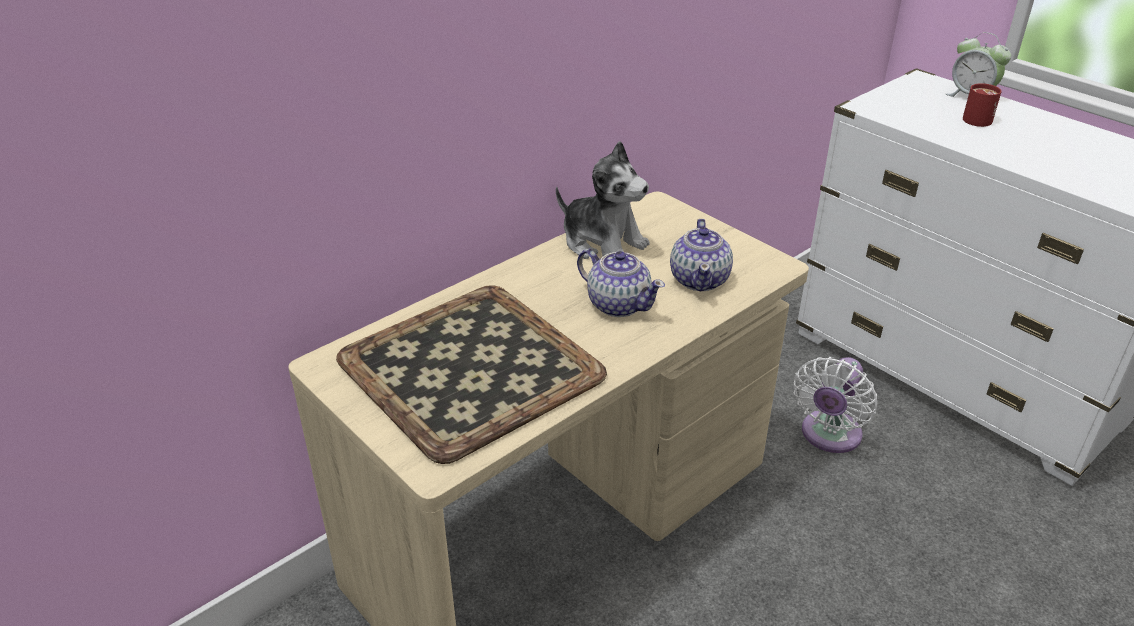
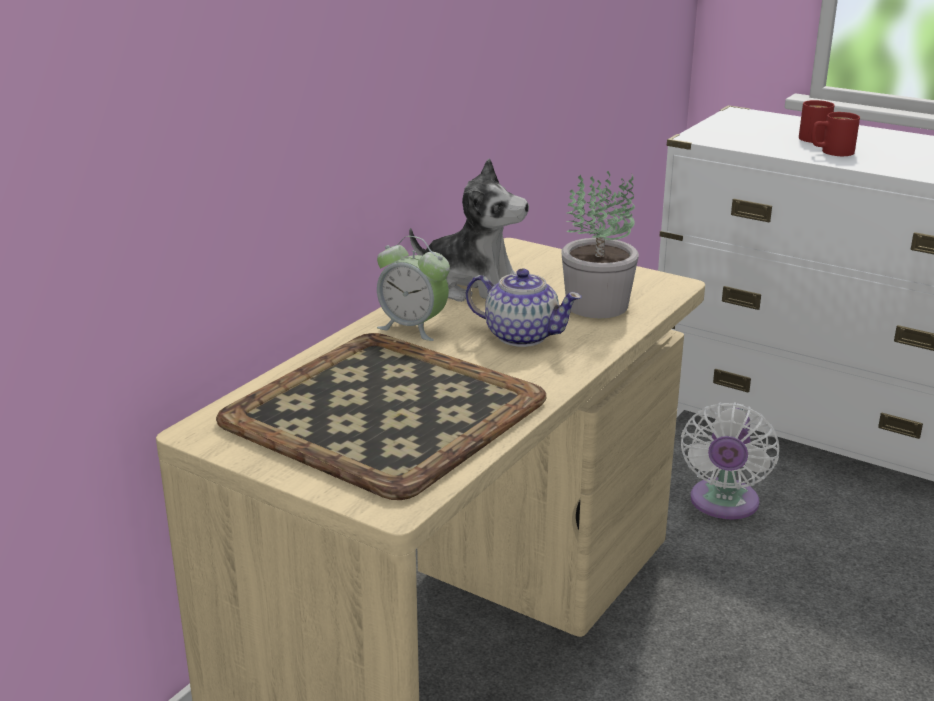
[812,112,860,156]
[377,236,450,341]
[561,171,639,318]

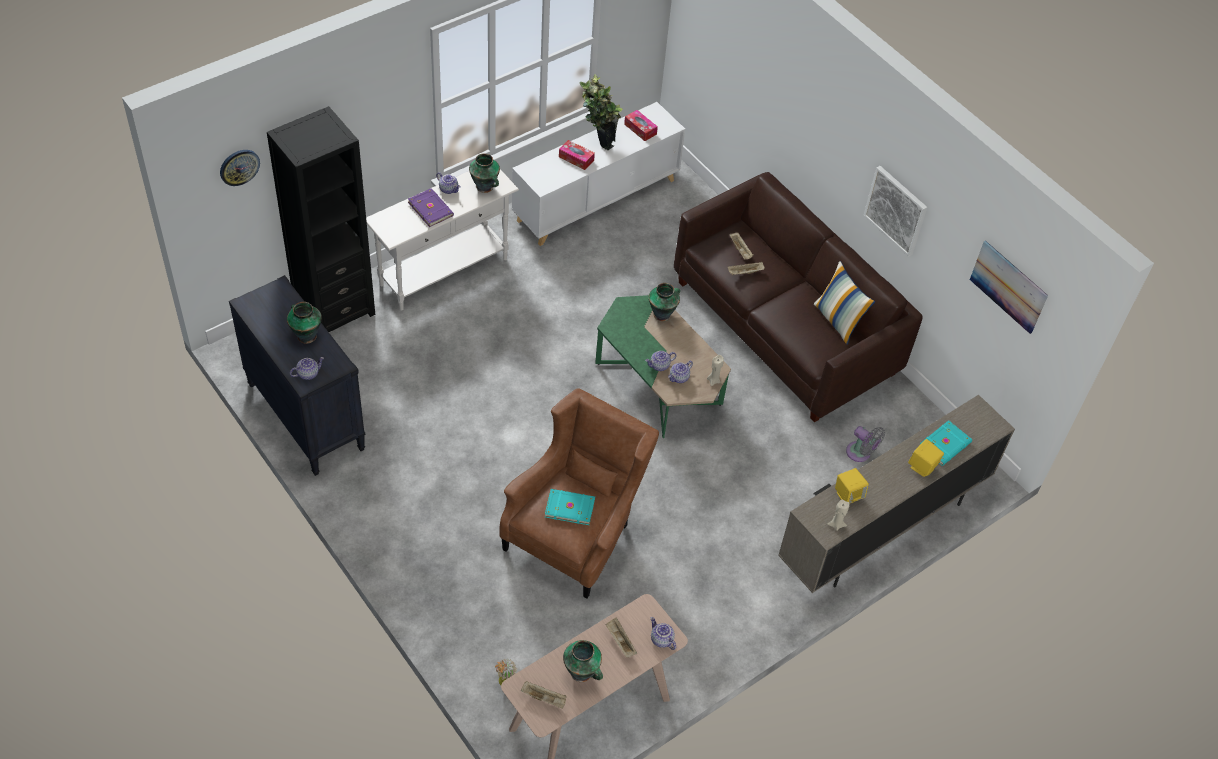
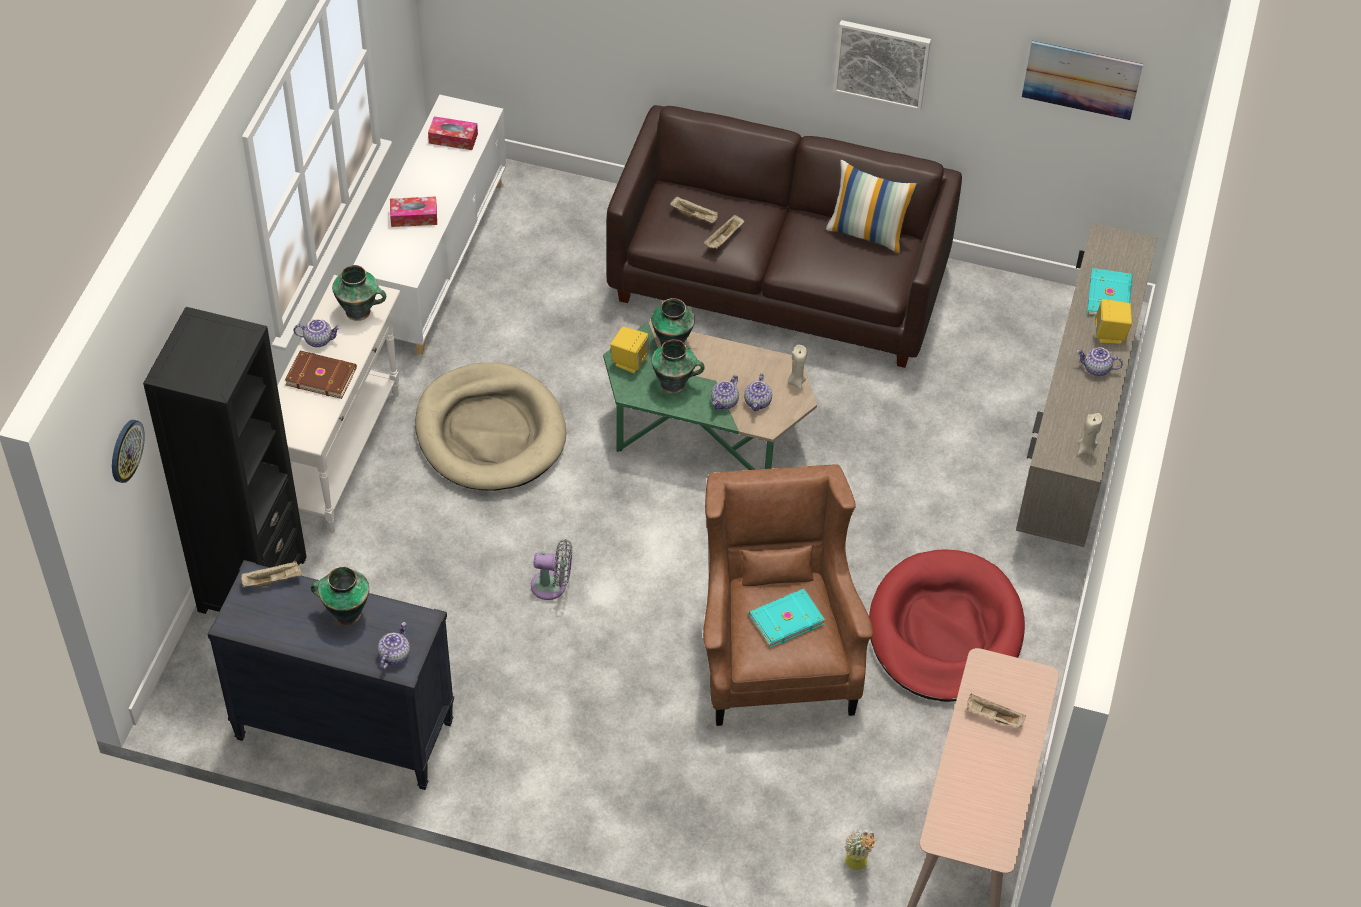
[579,74,623,150] (first image)
[415,363,566,491]
[869,549,1025,702]
[241,561,302,587]
[652,339,705,393]
[1077,347,1123,376]
[610,326,650,373]
[531,539,572,600]
[285,351,357,399]

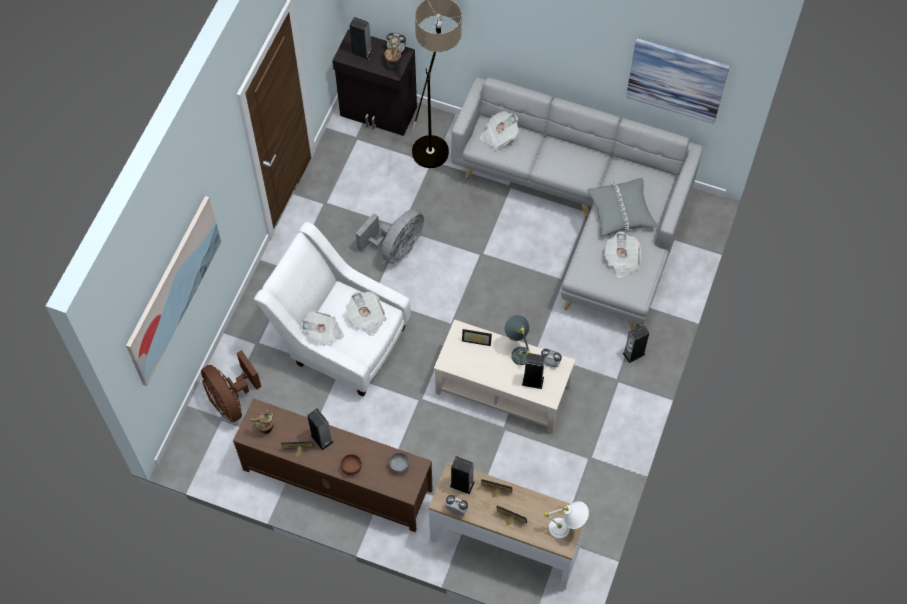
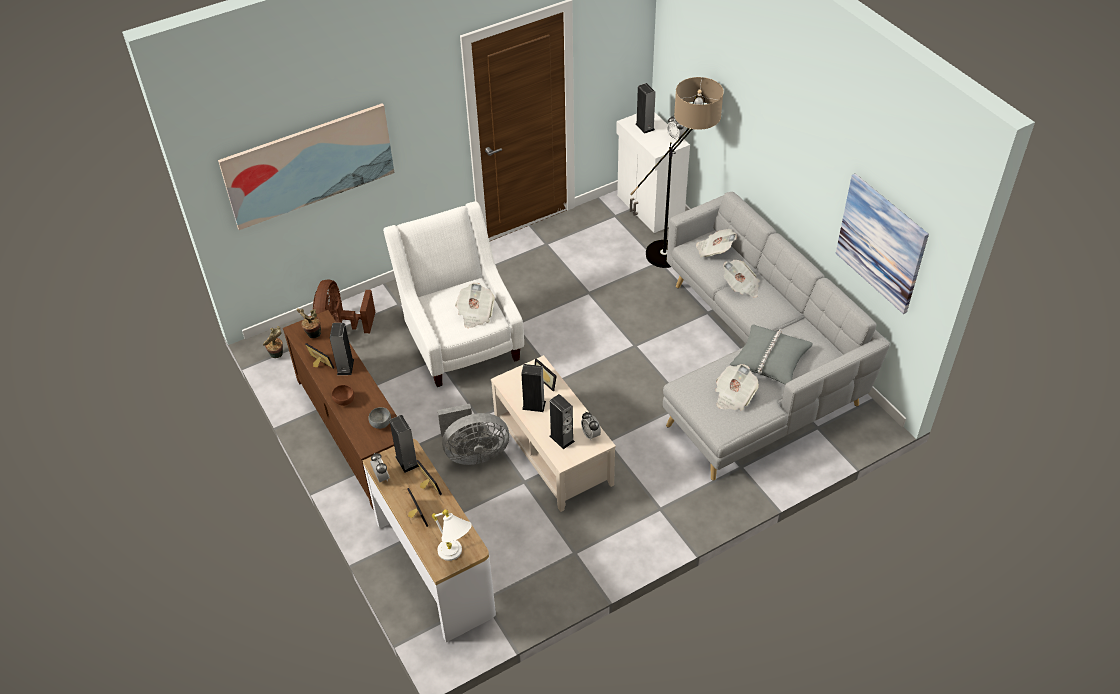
[504,315,531,365] (first image)
[723,260,760,298]
[437,404,509,465]
[263,326,283,358]
[521,364,546,412]
[616,113,690,233]

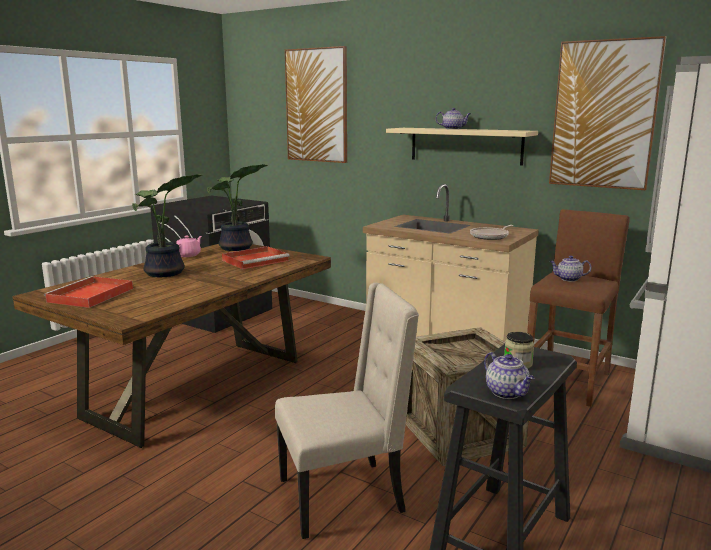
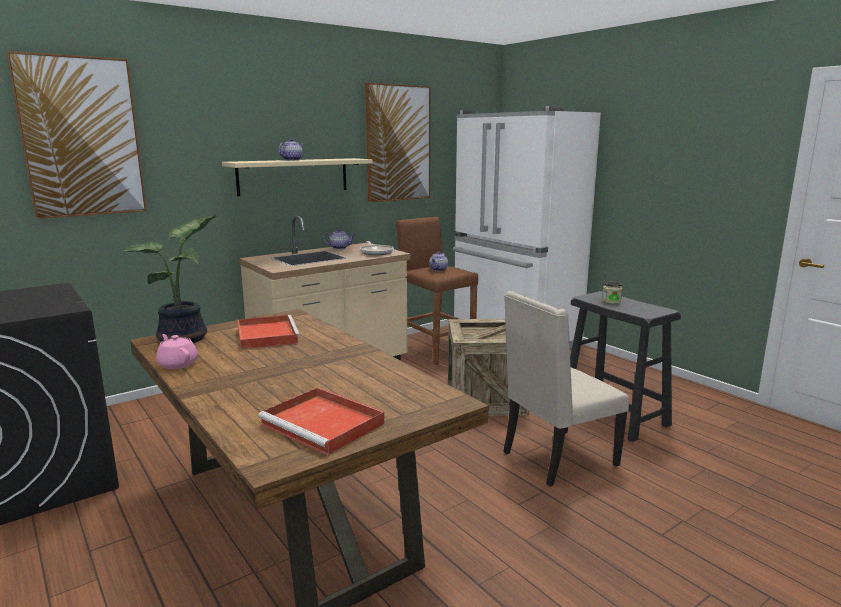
[132,174,202,277] (first image)
[323,229,355,249]
[504,291,629,487]

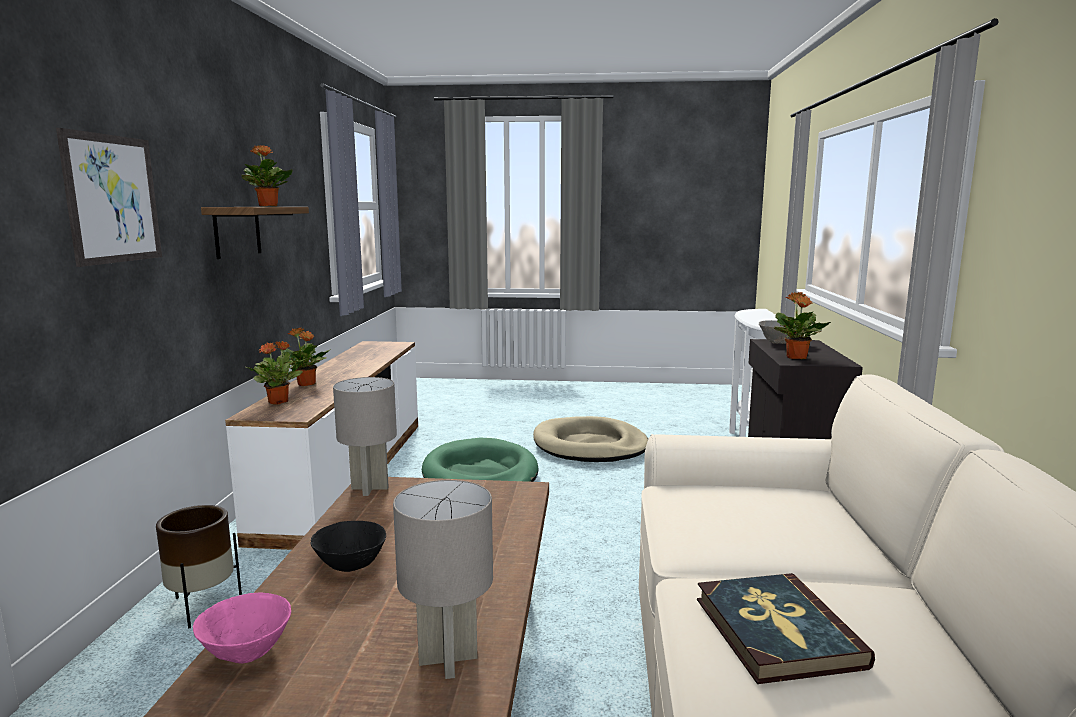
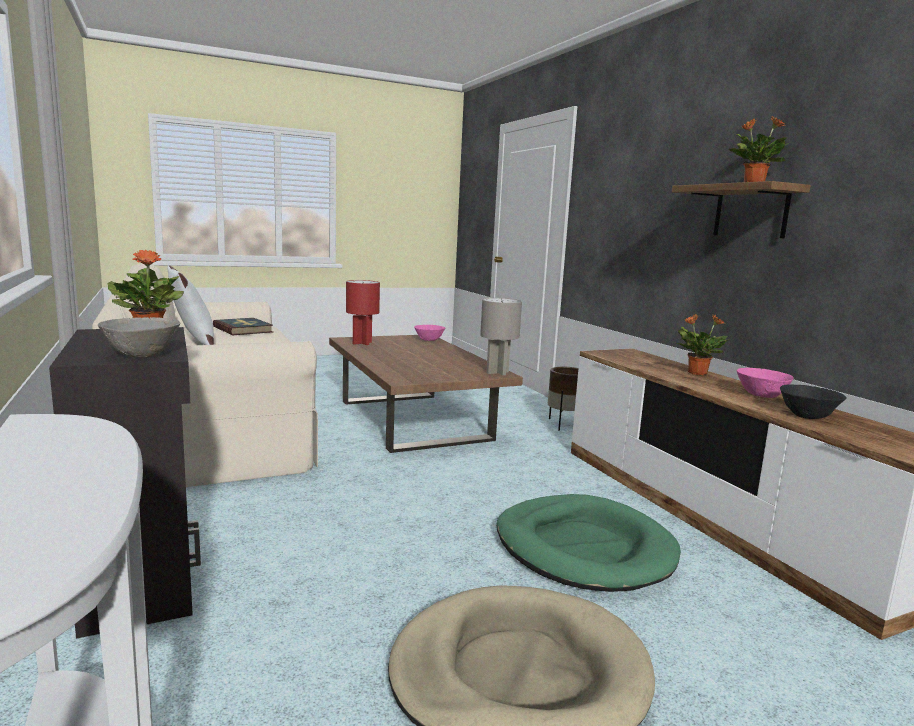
[56,128,162,267] (first image)
[246,341,306,405] (first image)
[167,266,214,345]
[736,368,794,398]
[780,384,847,419]
[346,280,380,345]

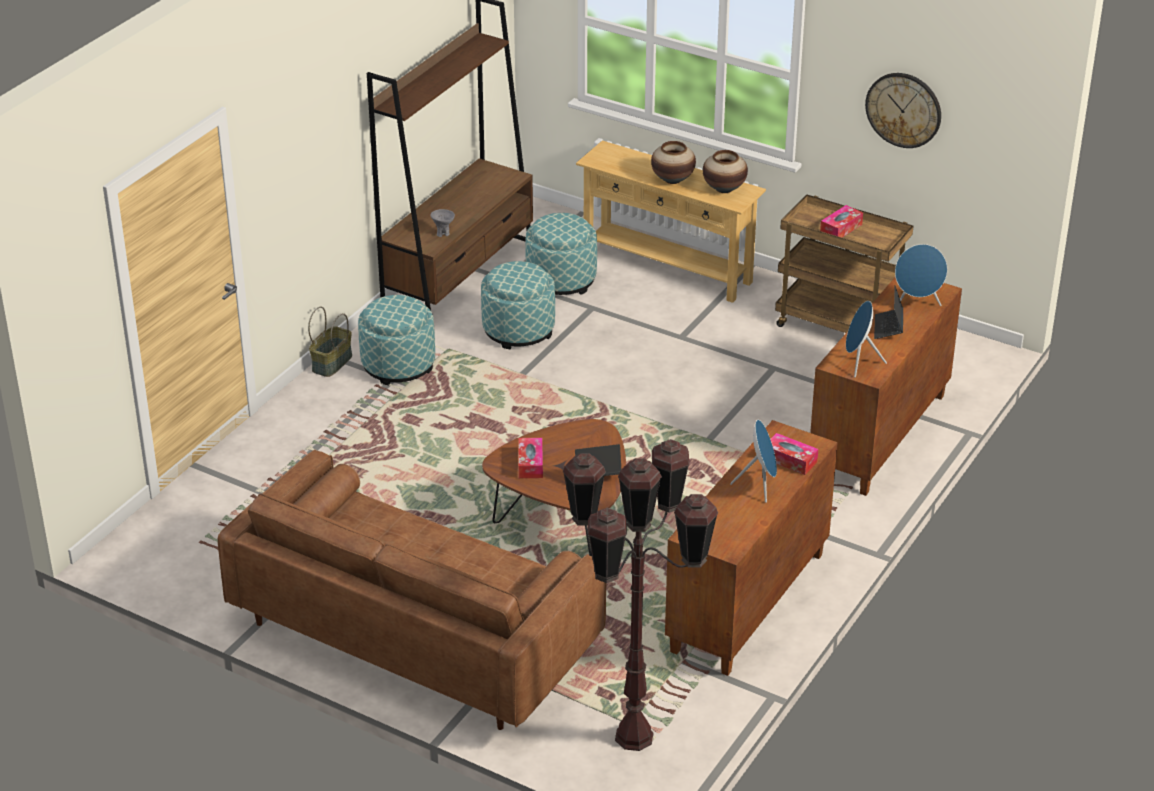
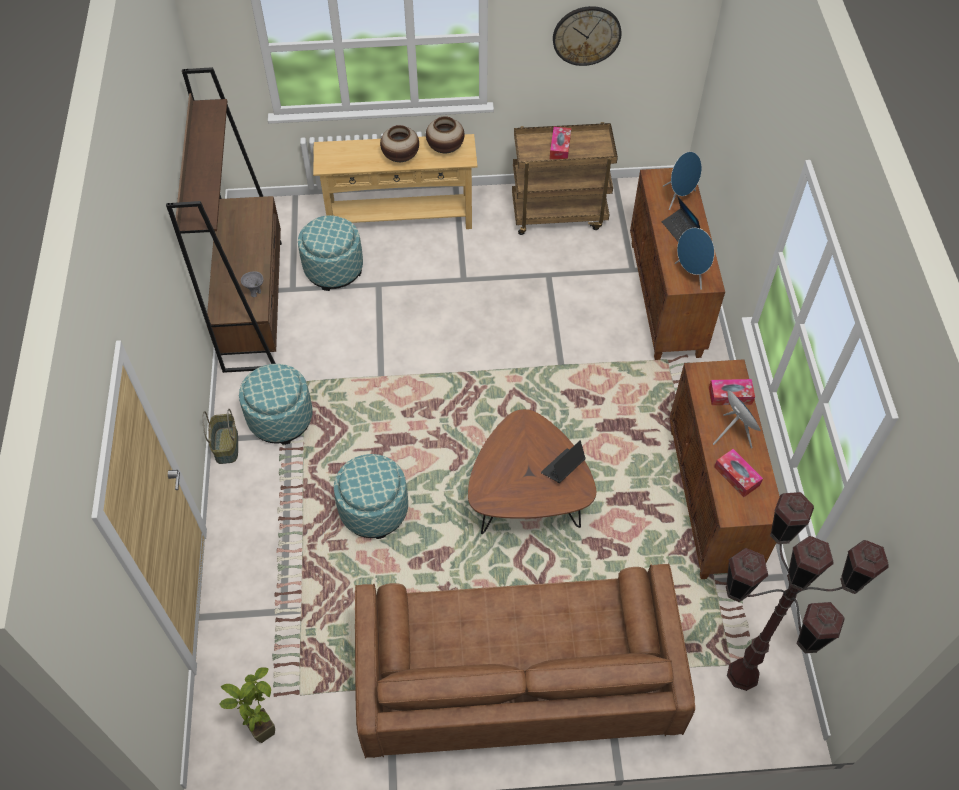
[219,668,275,743]
[334,454,408,539]
[714,449,763,497]

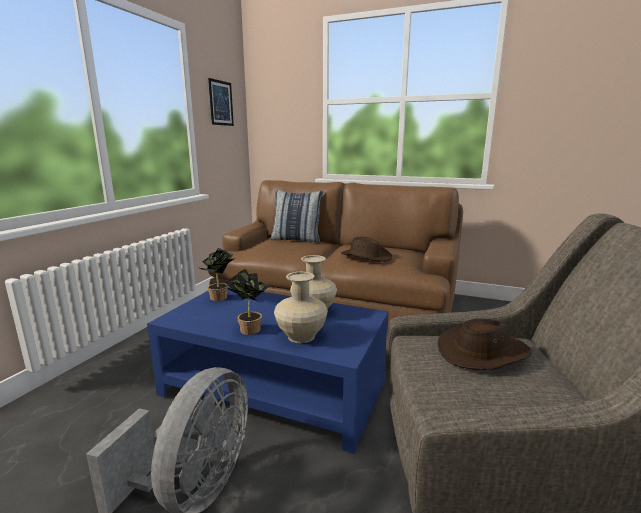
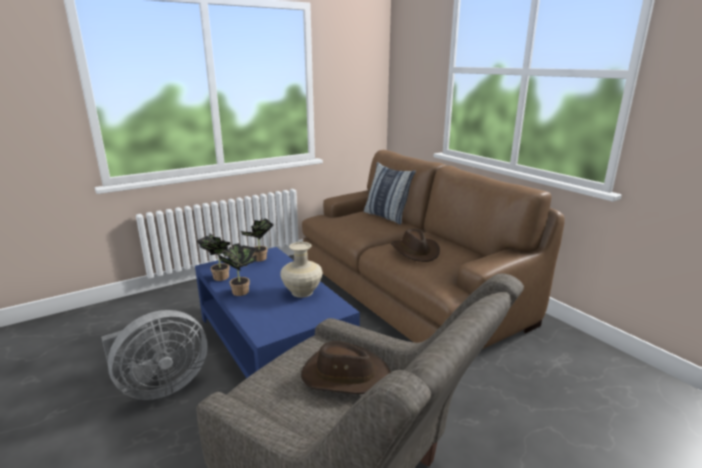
[208,78,234,126] (first image)
[274,272,328,343] (first image)
[196,233,231,281]

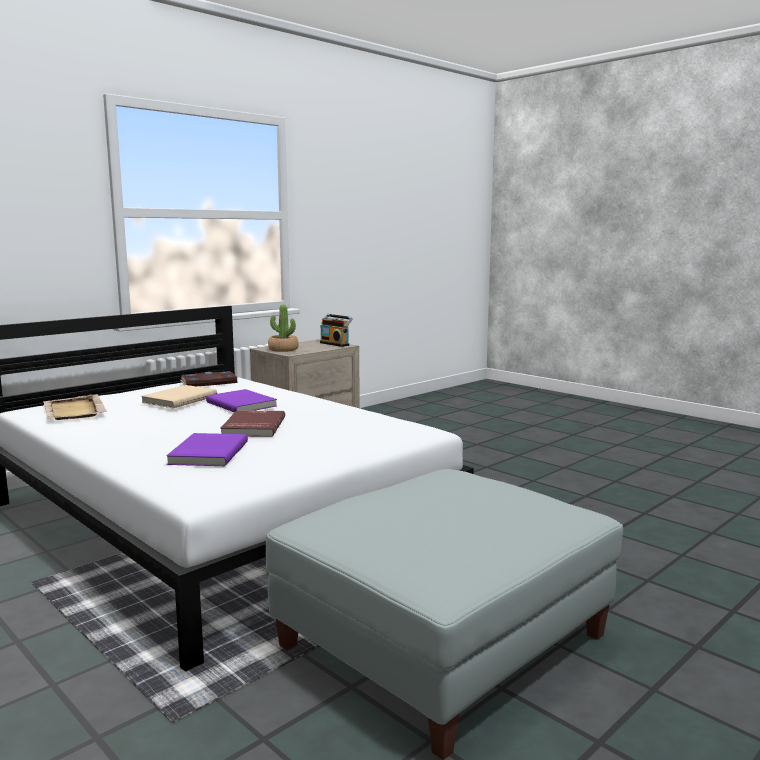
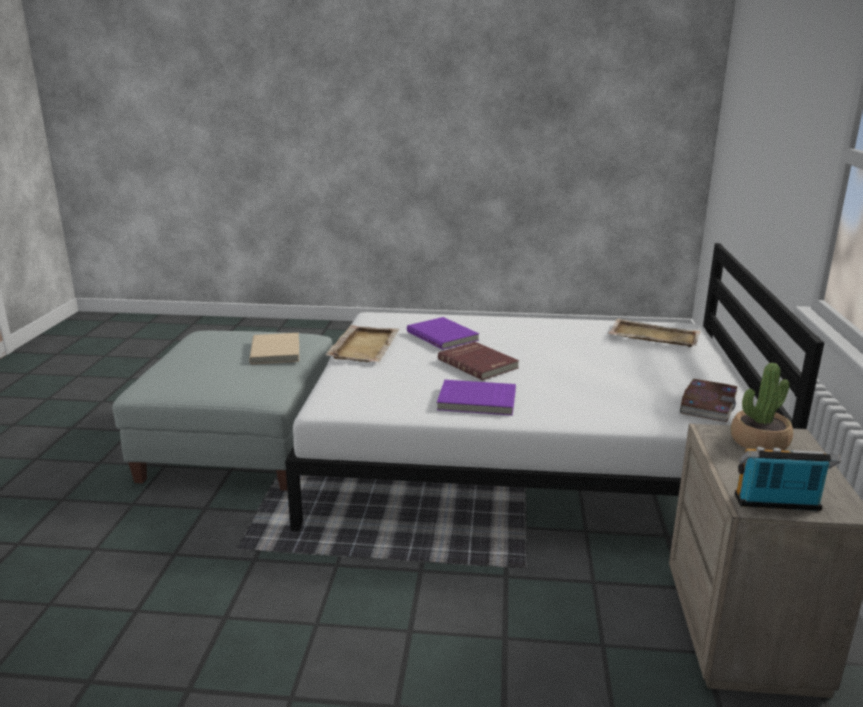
[326,325,399,362]
[249,333,299,364]
[437,380,516,415]

